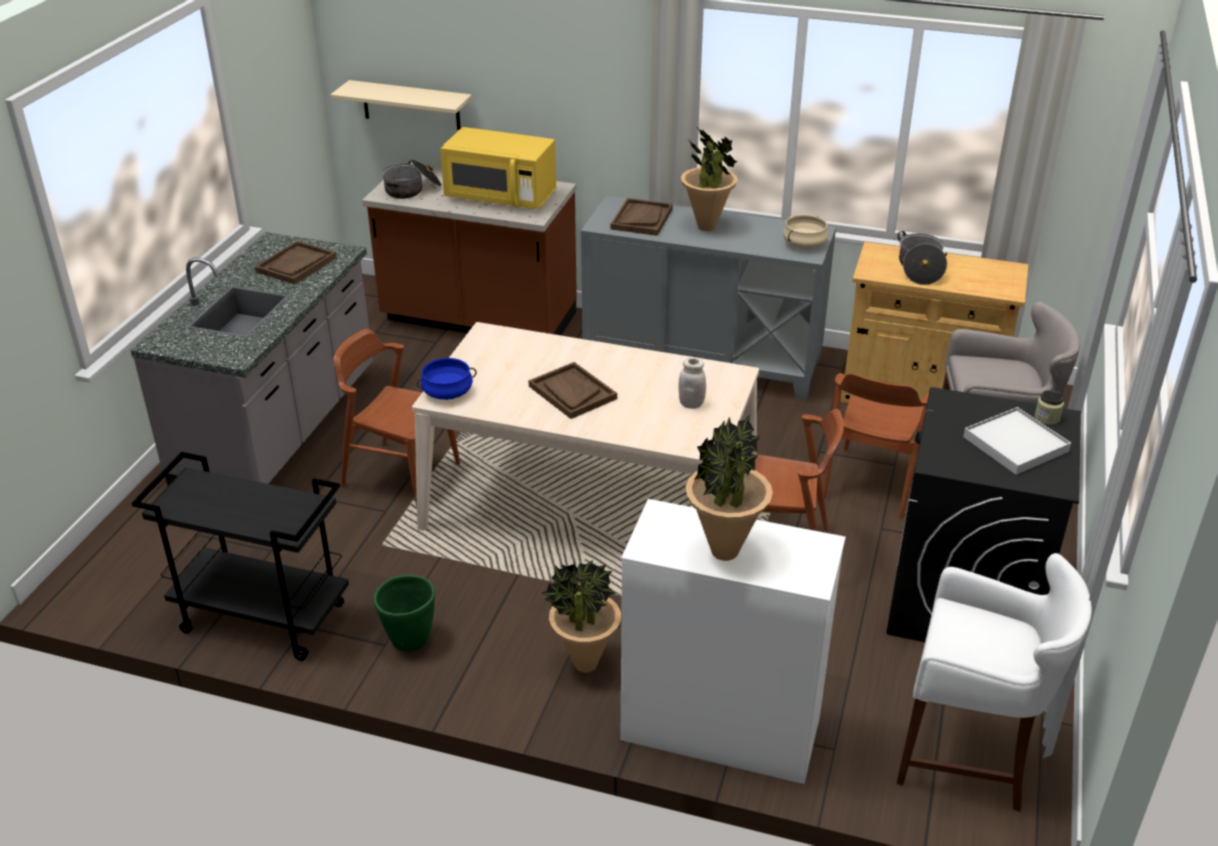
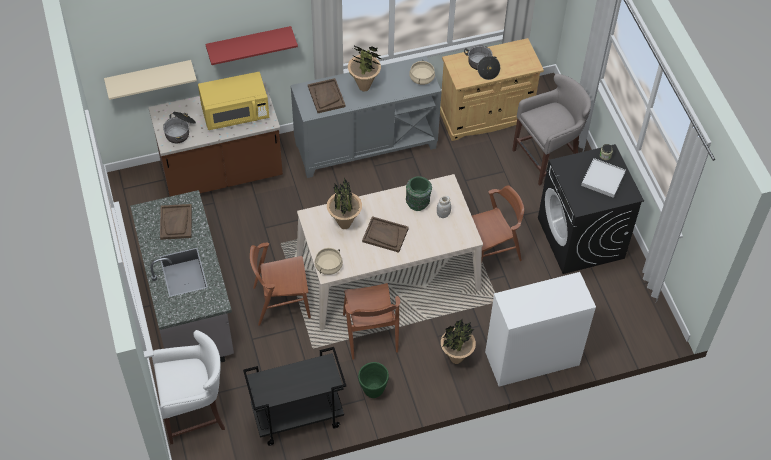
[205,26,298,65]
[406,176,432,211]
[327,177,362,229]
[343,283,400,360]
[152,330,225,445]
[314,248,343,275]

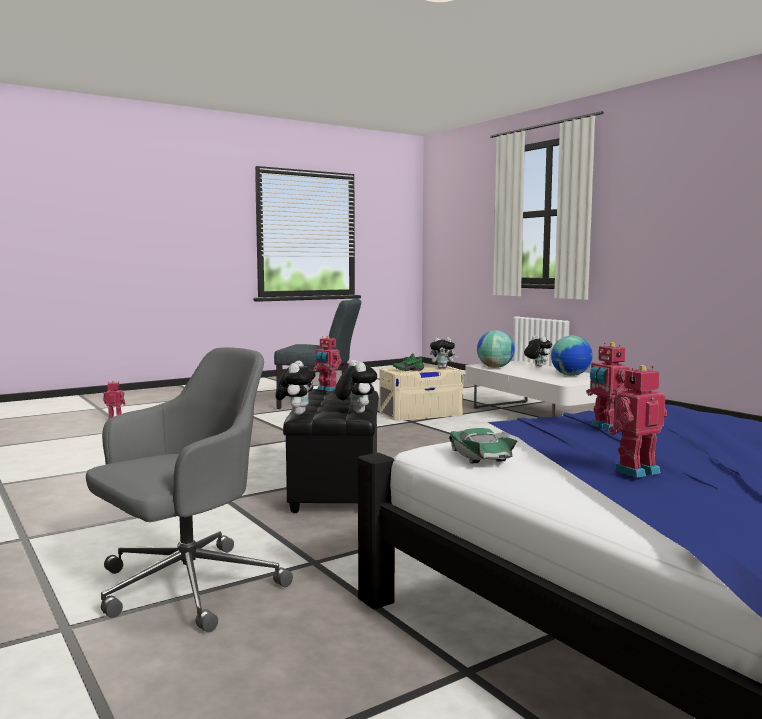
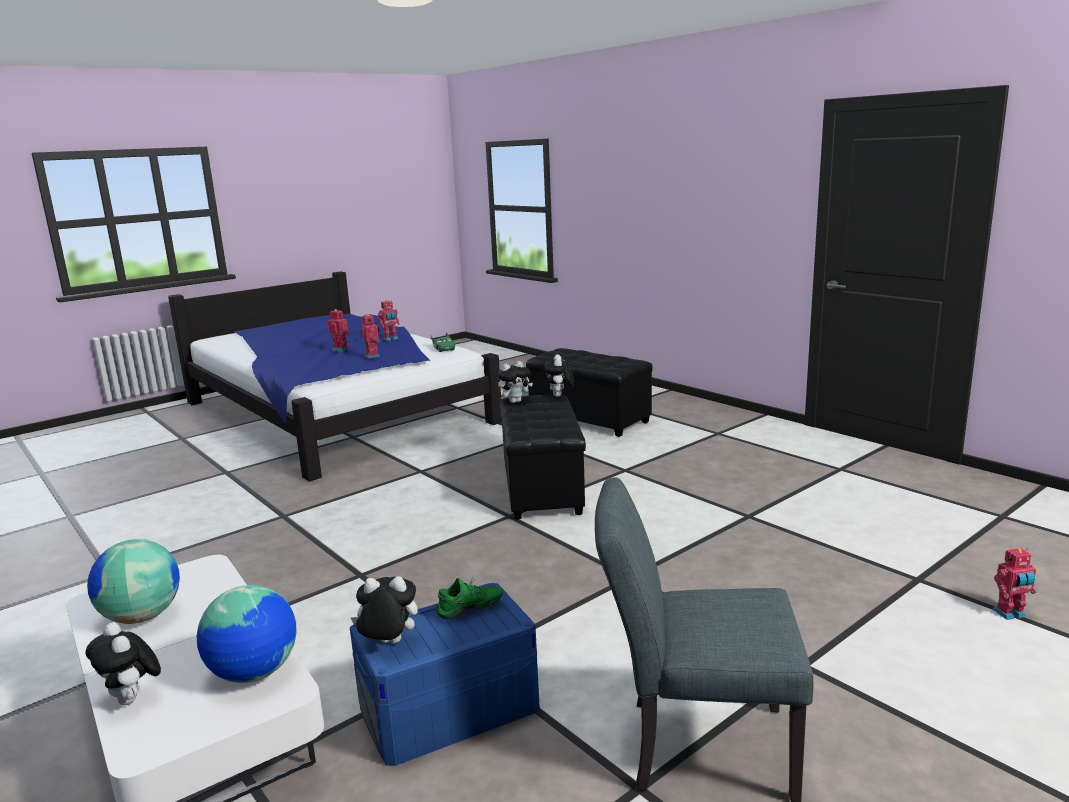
[327,309,350,352]
[526,348,653,437]
[350,583,540,766]
[498,361,533,403]

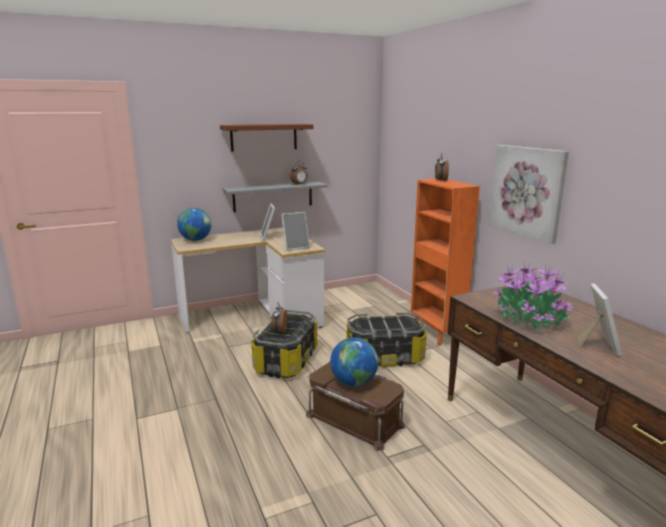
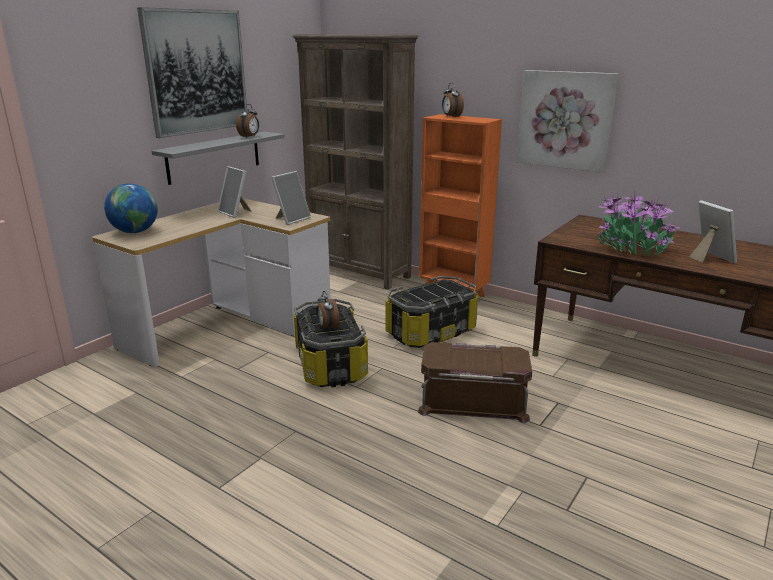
[330,337,378,387] (first image)
[293,34,418,290]
[137,7,248,138]

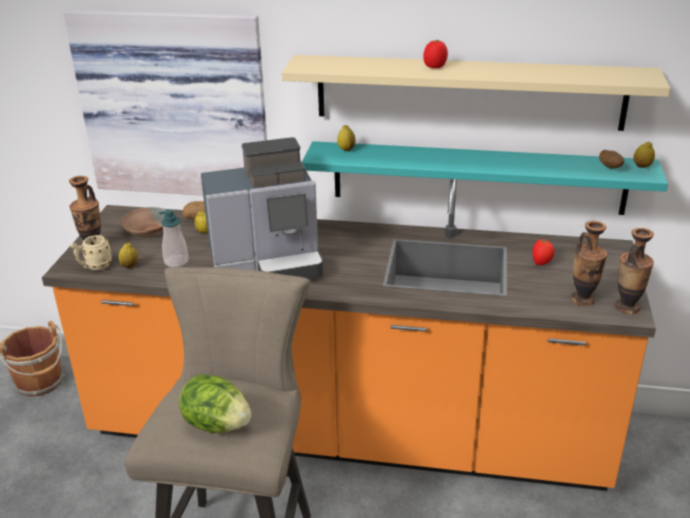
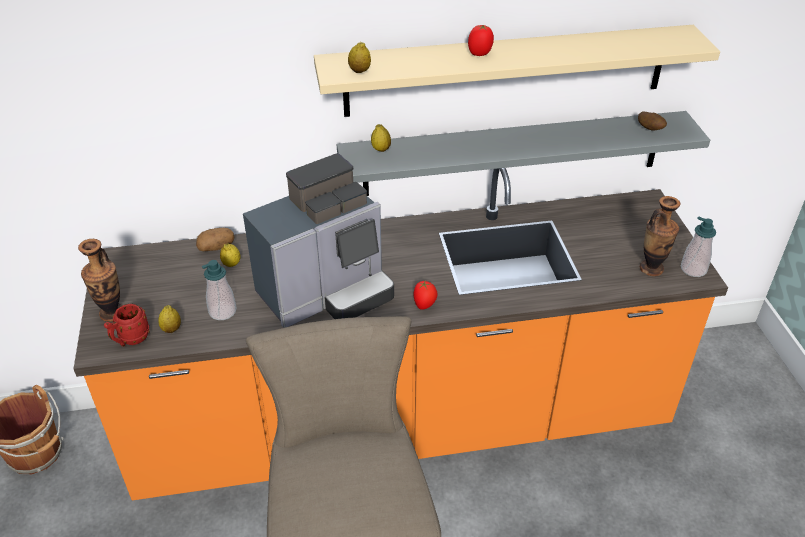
[63,10,267,196] (first image)
[120,207,166,237] (first image)
[179,374,251,433] (first image)
[413,281,438,310]
[348,42,371,73]
[681,216,716,277]
[104,304,150,347]
[337,111,710,196]

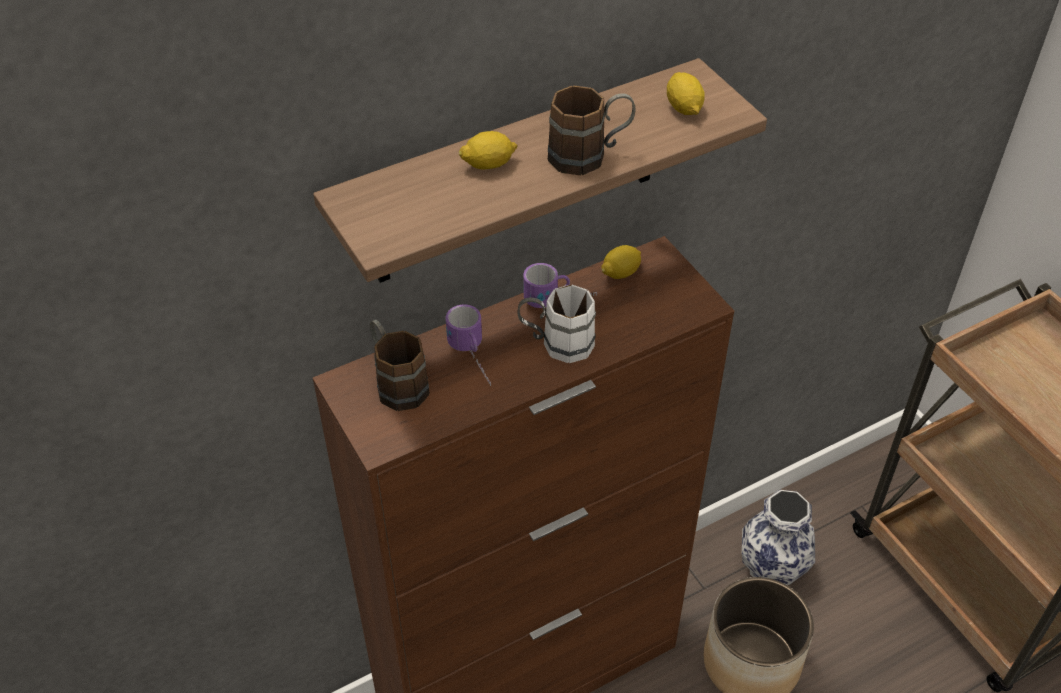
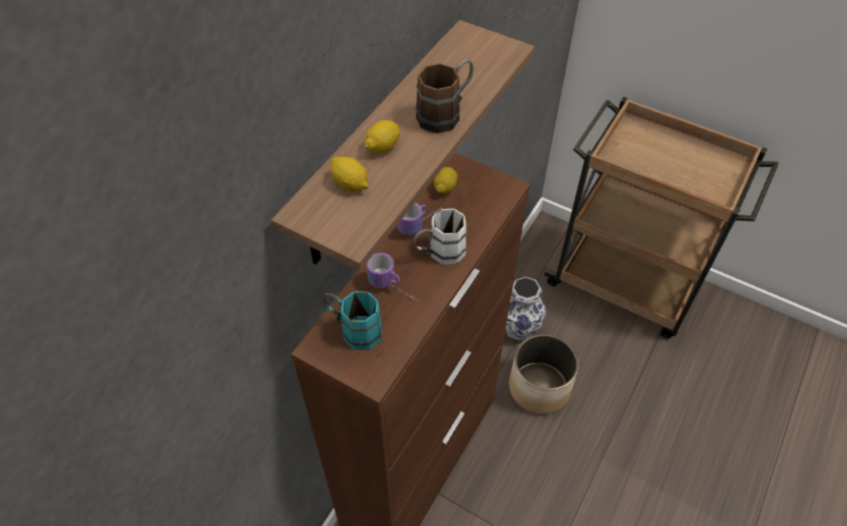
[330,157,368,192]
[322,291,382,350]

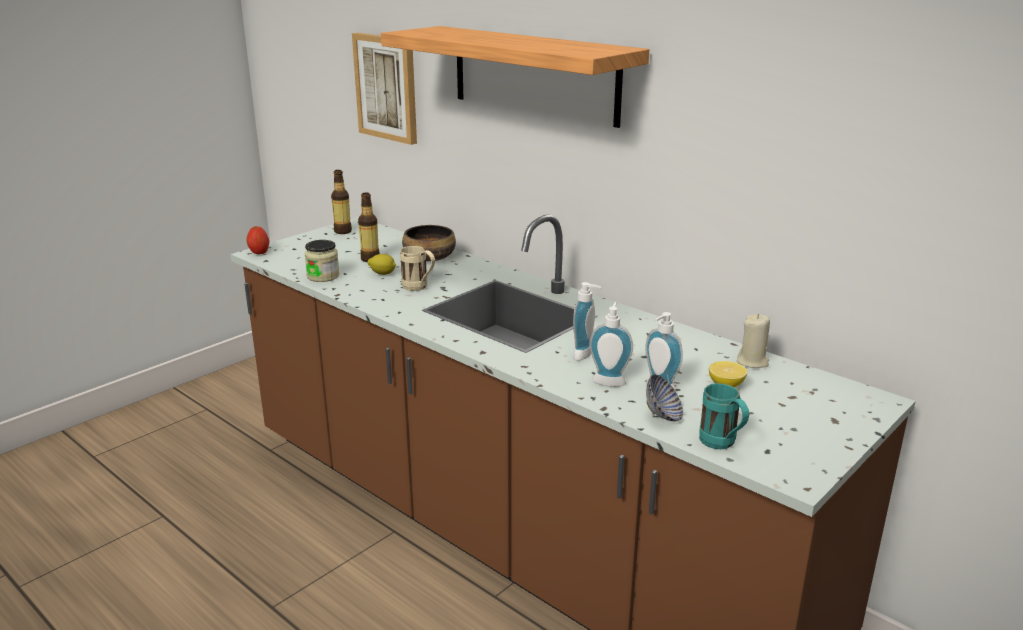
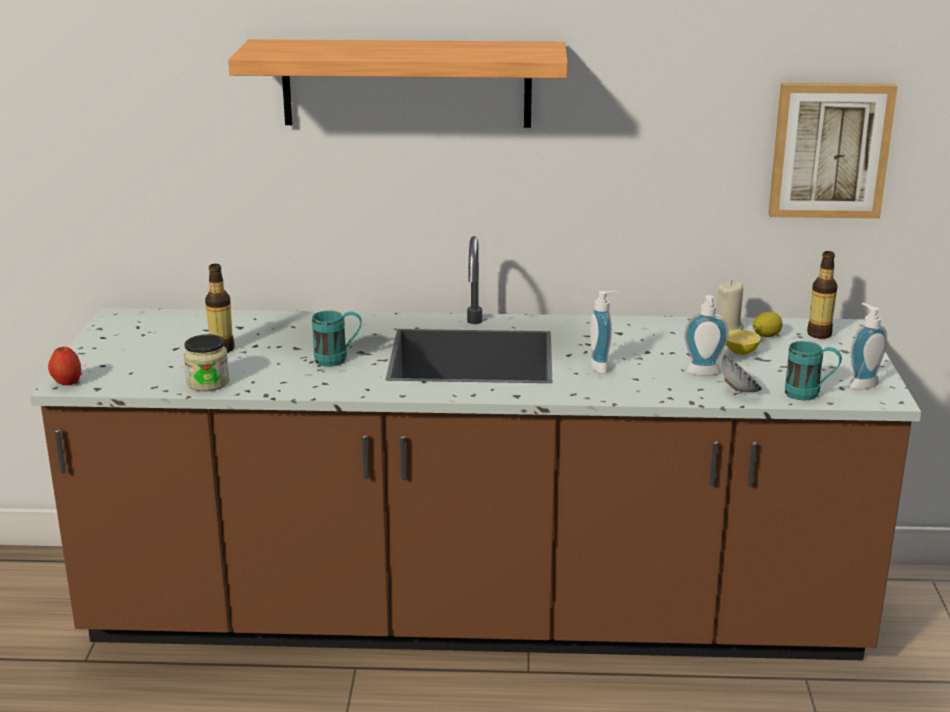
[402,225,456,261] (first image)
[807,251,838,339]
[768,83,898,219]
[753,311,783,337]
[849,303,887,390]
[312,310,362,367]

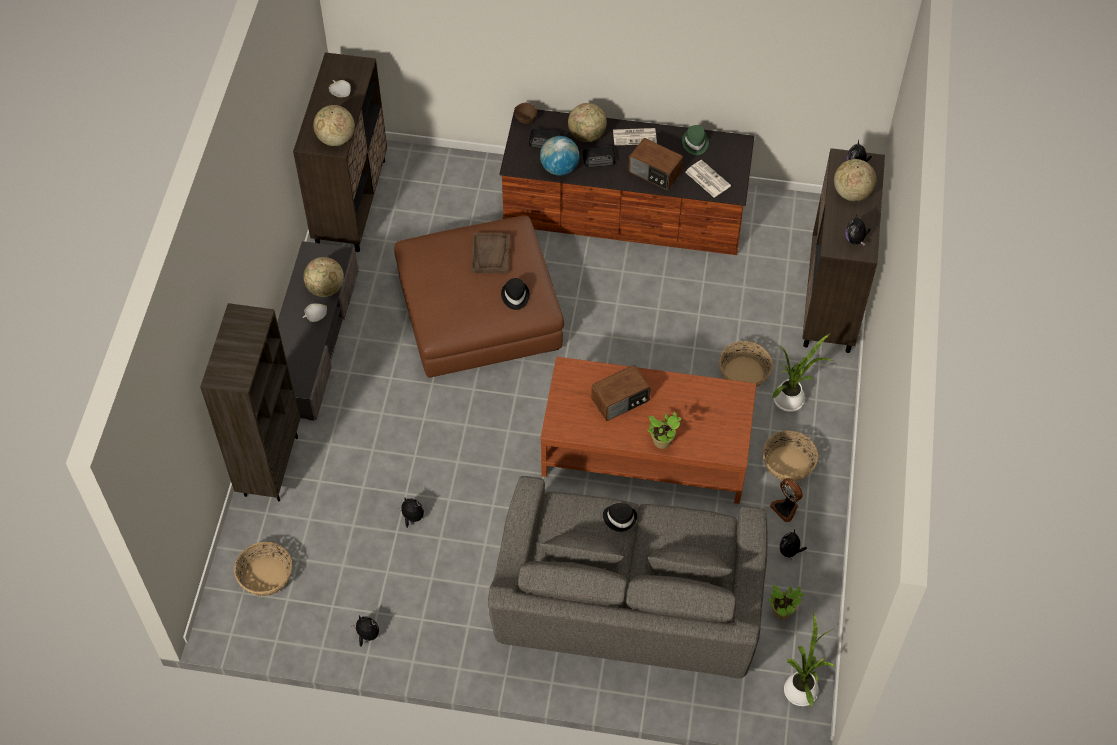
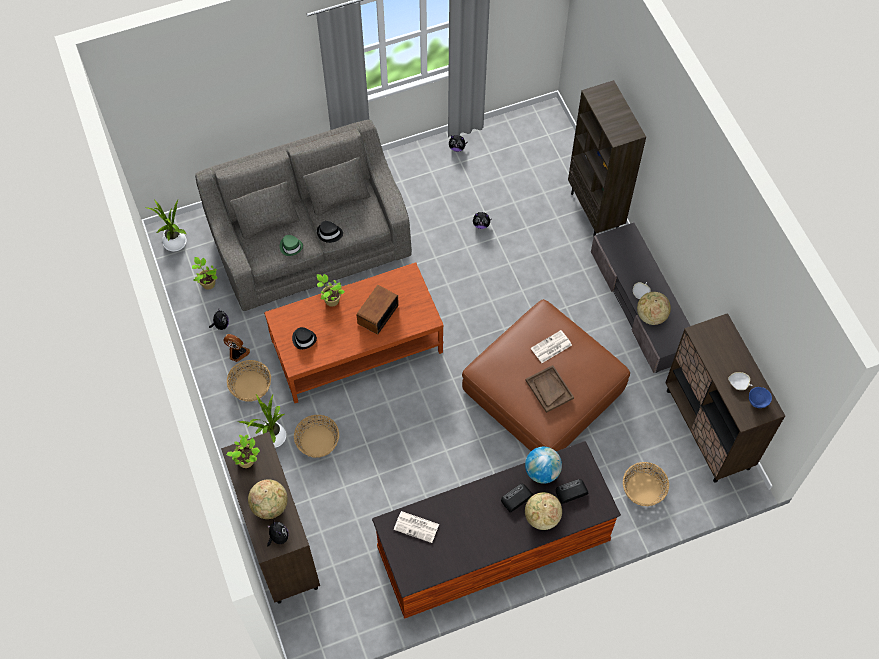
[313,105,355,146] (first image)
[514,103,537,124] (first image)
[628,138,683,190] (first image)
[749,387,772,408]
[623,462,669,506]
[292,327,317,349]
[531,330,572,363]
[280,235,303,256]
[226,435,260,468]

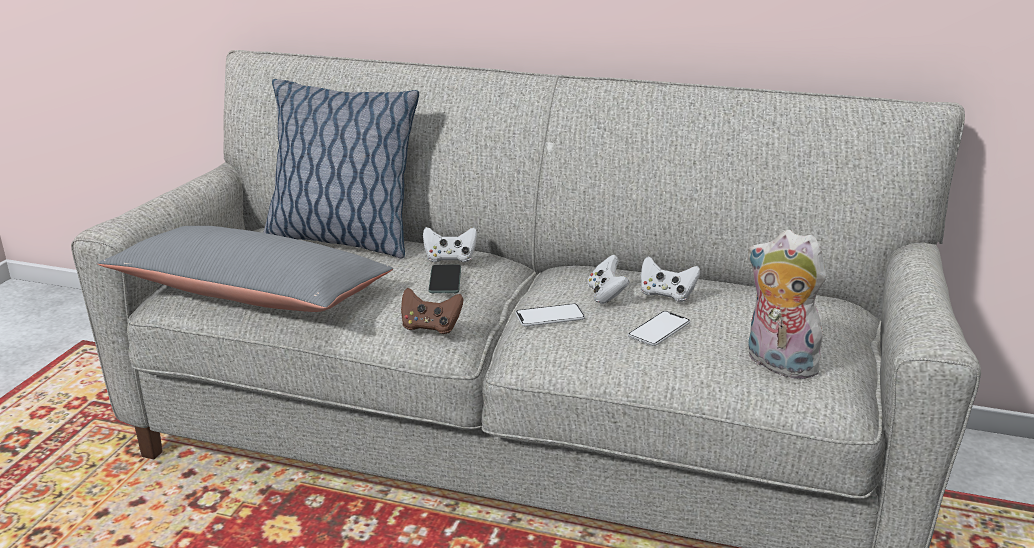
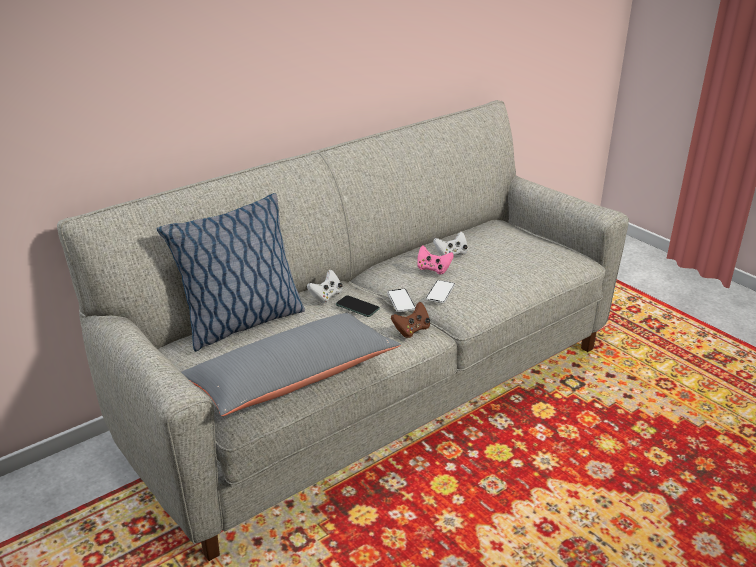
[747,230,827,379] (first image)
[387,288,416,312]
[417,246,454,274]

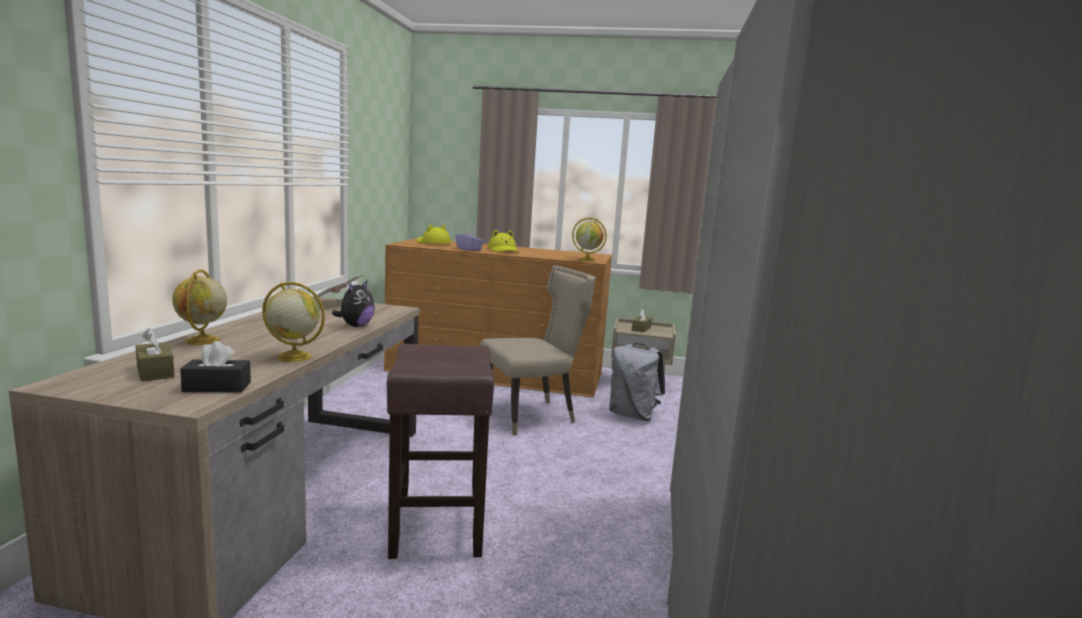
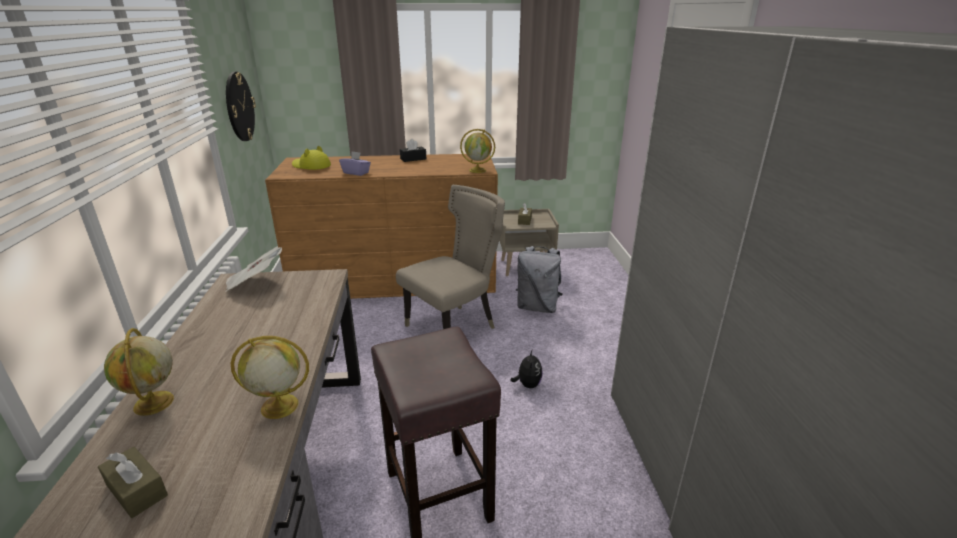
[488,230,519,252] (first image)
[226,72,256,141]
[400,139,426,162]
[510,351,543,388]

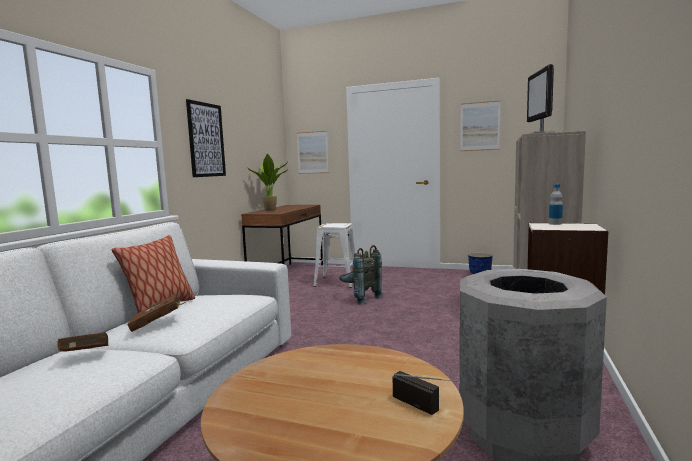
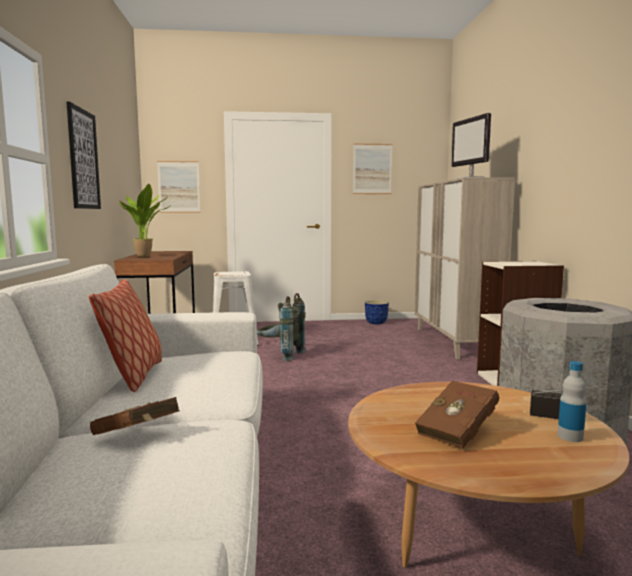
[415,381,499,448]
[557,361,587,442]

